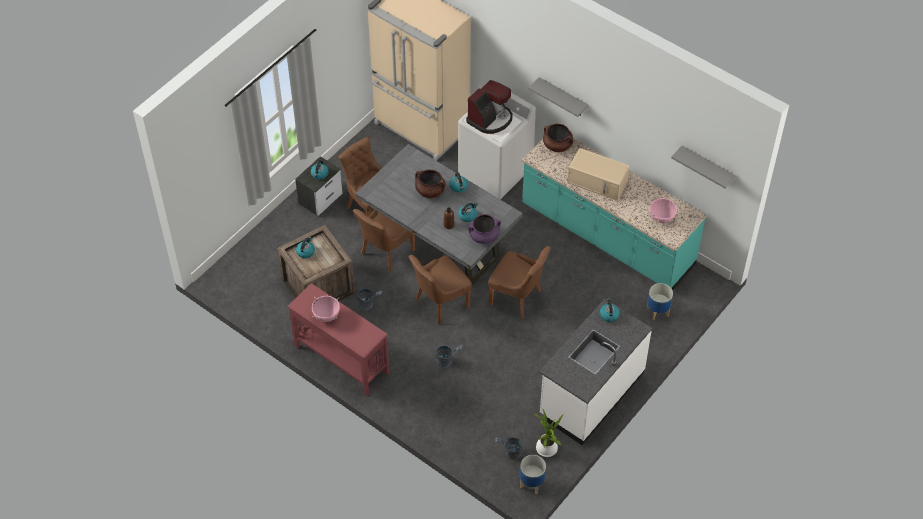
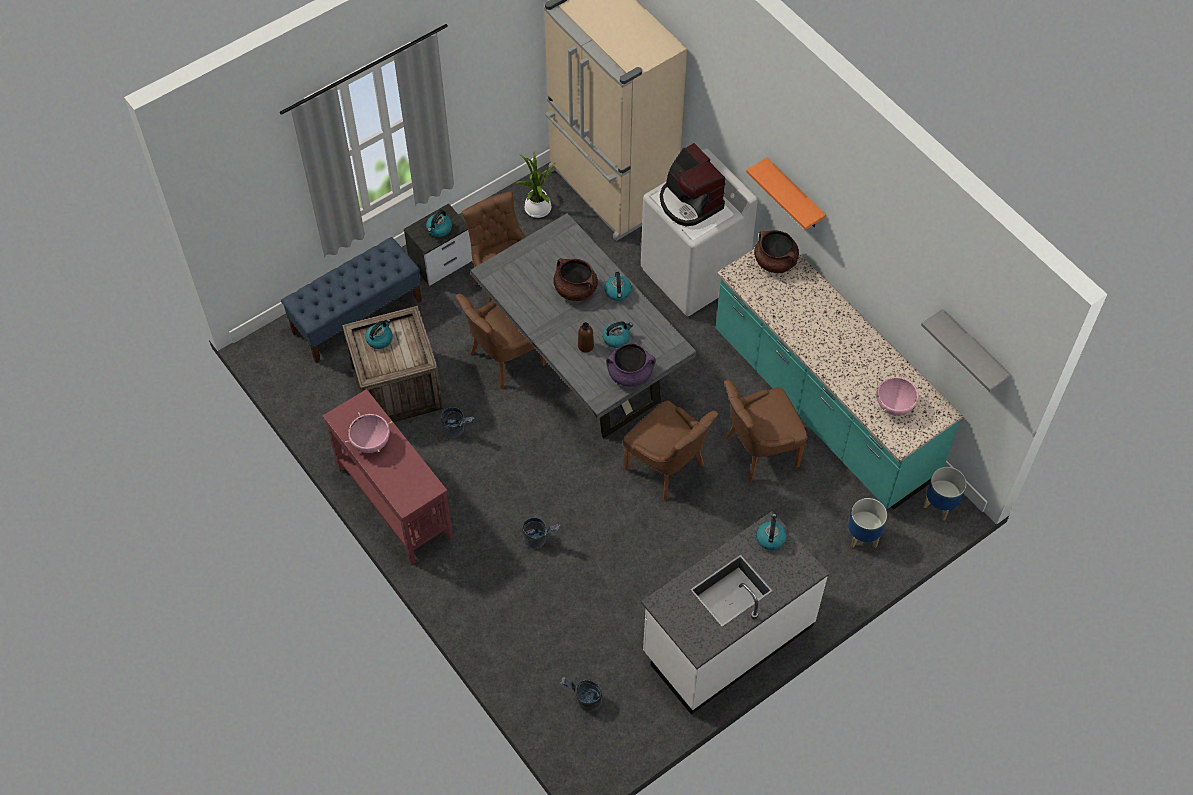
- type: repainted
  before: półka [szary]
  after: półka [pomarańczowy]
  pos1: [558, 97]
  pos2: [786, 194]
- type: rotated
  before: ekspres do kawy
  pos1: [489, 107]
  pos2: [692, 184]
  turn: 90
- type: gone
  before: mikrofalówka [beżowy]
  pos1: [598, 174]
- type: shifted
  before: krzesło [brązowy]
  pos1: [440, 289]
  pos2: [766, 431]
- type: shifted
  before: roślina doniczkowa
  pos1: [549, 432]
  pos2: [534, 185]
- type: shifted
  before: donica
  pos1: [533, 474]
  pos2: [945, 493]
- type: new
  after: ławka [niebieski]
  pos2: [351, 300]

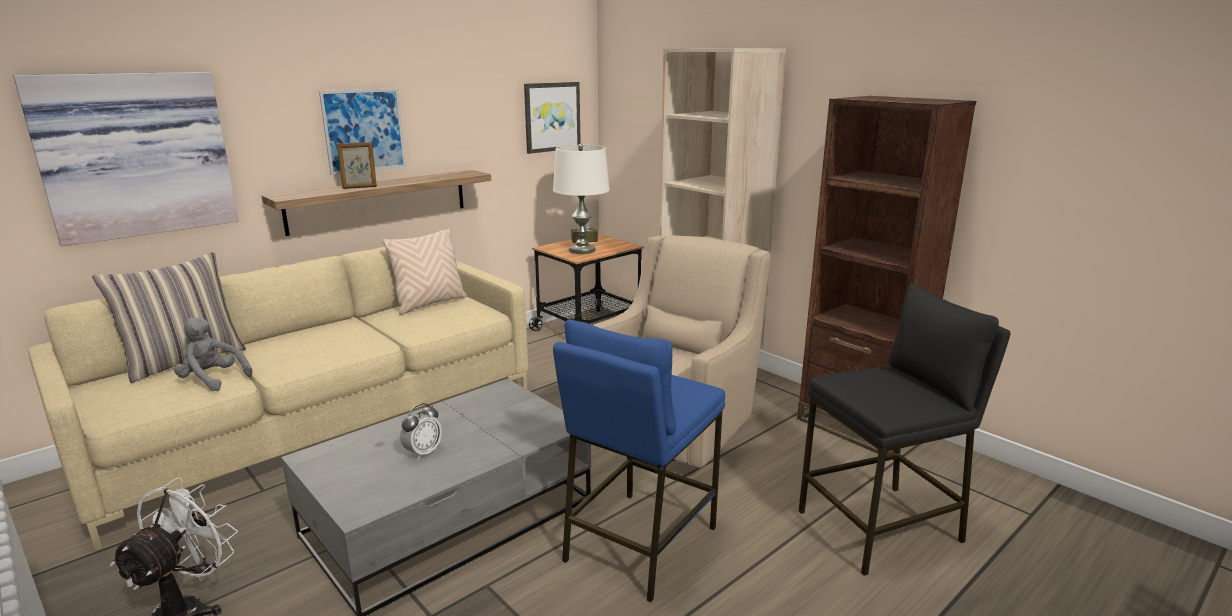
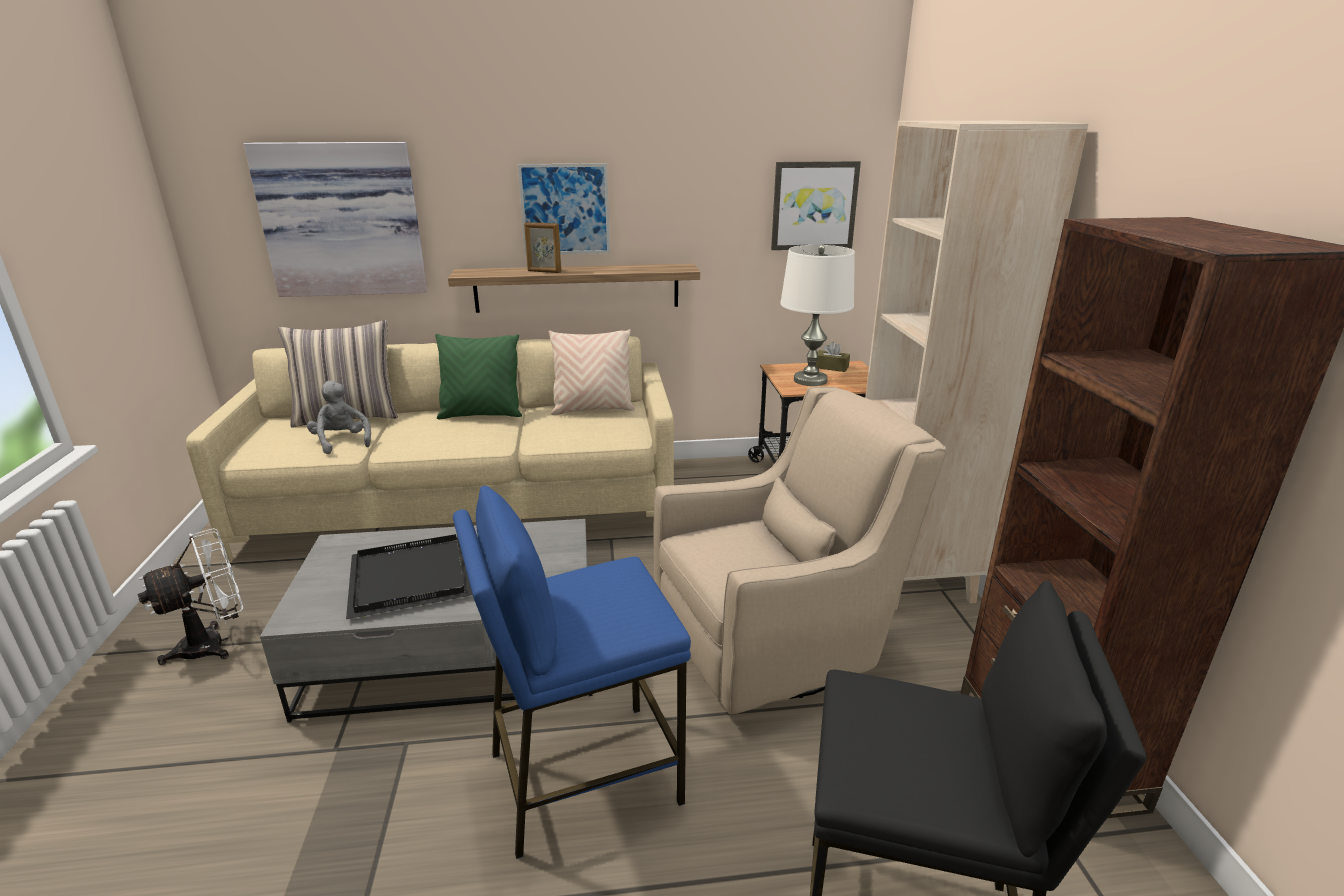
- type: swapped
  before: budzik
  after: taca [czarny]
  pos1: [421, 431]
  pos2: [409, 576]
- type: new
  after: poduszka [zielony]
  pos2: [478, 376]

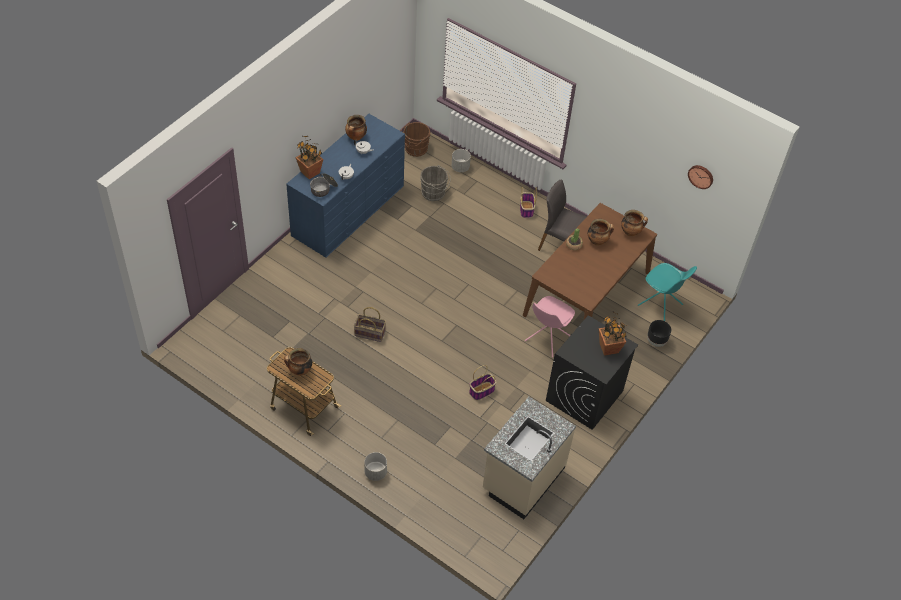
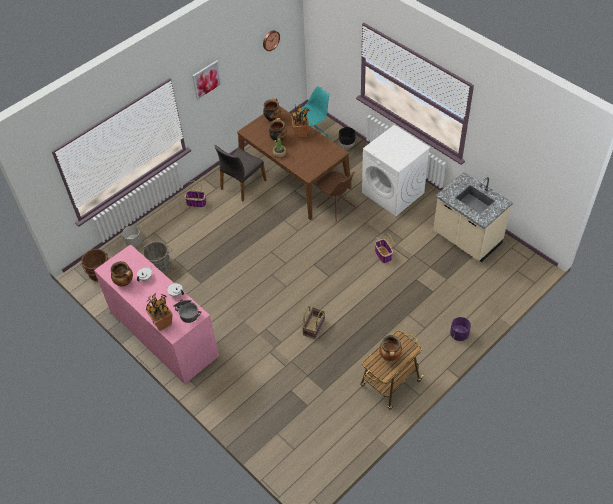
- type: repainted
  before: komoda [niebieski]
  after: komoda [różowy]
  pos1: [345, 185]
  pos2: [156, 314]
- type: repainted
  before: krzesło [różowy]
  after: krzesło [brązowy]
  pos1: [550, 327]
  pos2: [336, 196]
- type: shifted
  before: roślina doniczkowa
  pos1: [613, 334]
  pos2: [300, 120]
- type: repainted
  before: pralka [czarny]
  after: pralka [biały]
  pos1: [592, 372]
  pos2: [396, 170]
- type: repainted
  before: donica [szary]
  after: donica [fioletowy]
  pos1: [375, 466]
  pos2: [460, 329]
- type: new
  after: obraz
  pos2: [207, 80]

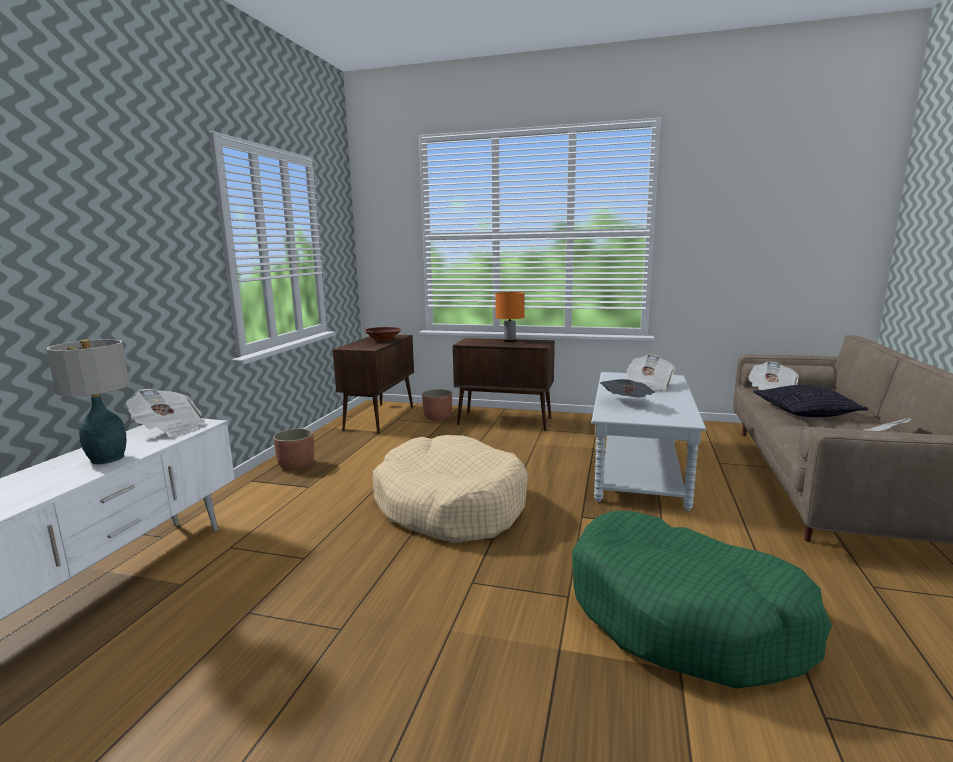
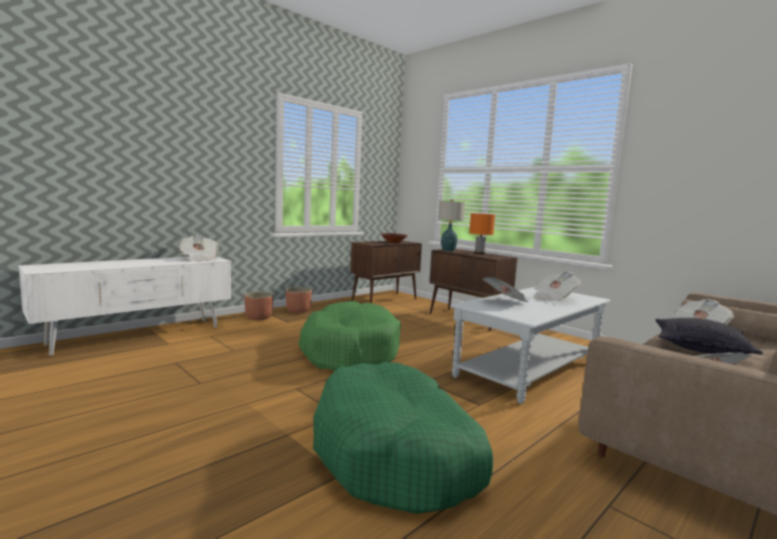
- type: shifted
  before: lampa stołowa
  pos1: [88, 401]
  pos2: [451, 226]
- type: shifted
  before: donica
  pos1: [437, 405]
  pos2: [258, 306]
- type: repainted
  before: legowisko [beżowy]
  after: legowisko [zielony]
  pos1: [450, 489]
  pos2: [349, 336]

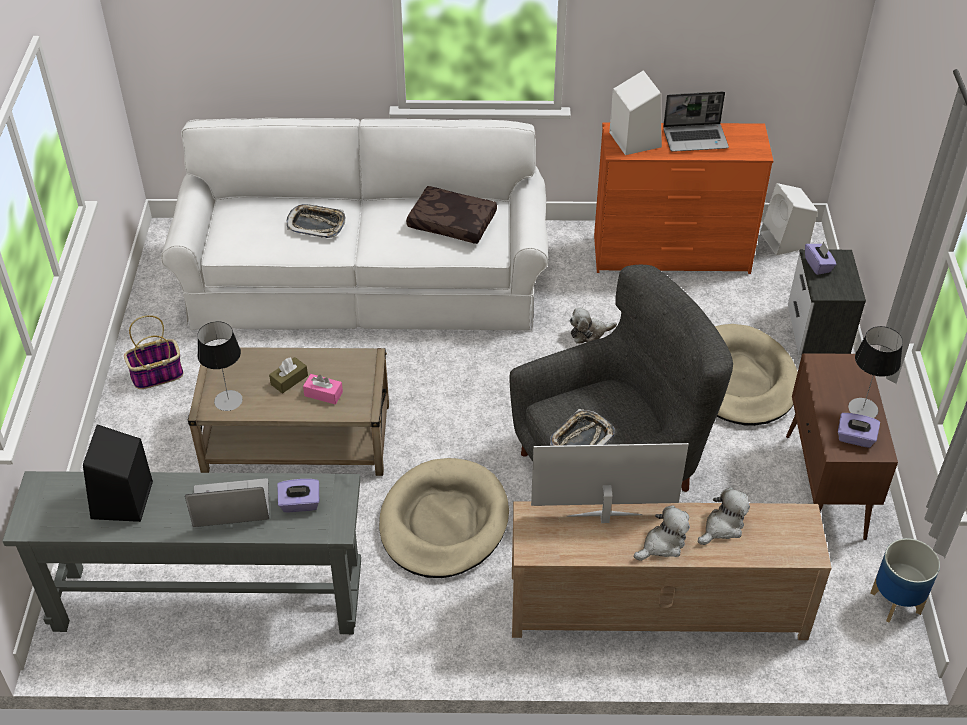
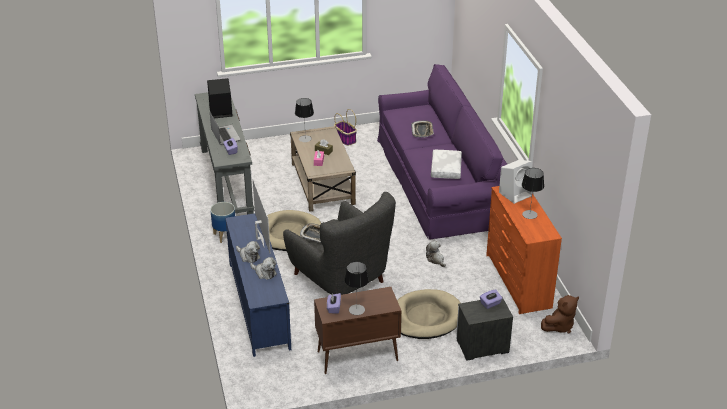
- type: swapped
  before: laptop
  after: lampa stołowa
  pos1: [696, 121]
  pos2: [533, 193]
- type: repainted
  before: kanapa [biały]
  after: kanapa [fioletowy]
  pos1: [354, 224]
  pos2: [442, 152]
- type: swapped
  before: głośnik [biały]
  after: pluszak [brązowy]
  pos1: [789, 219]
  pos2: [560, 314]
- type: repainted
  before: poduszka [brązowy]
  after: poduszka [biały]
  pos1: [451, 215]
  pos2: [446, 164]
- type: repainted
  before: szafka pod telewizor [beżowy]
  after: szafka pod telewizor [niebieski]
  pos1: [671, 570]
  pos2: [258, 285]
- type: shifted
  before: donica
  pos1: [905, 580]
  pos2: [222, 222]

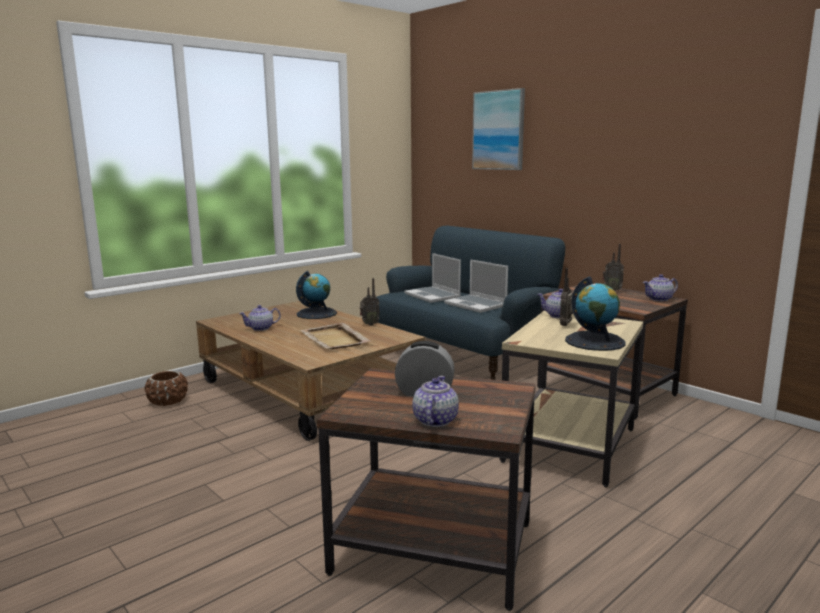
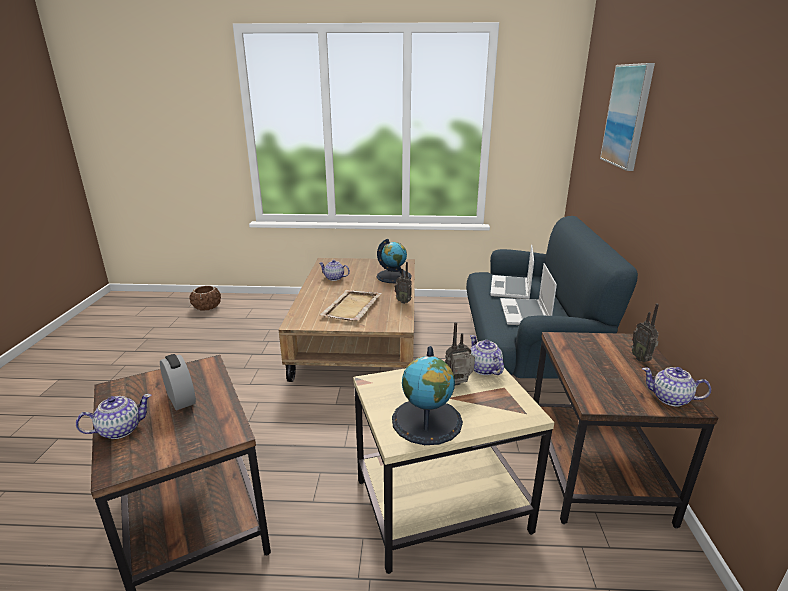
- type: shifted
  before: donica [brązowy]
  pos1: [166, 388]
  pos2: [205, 298]

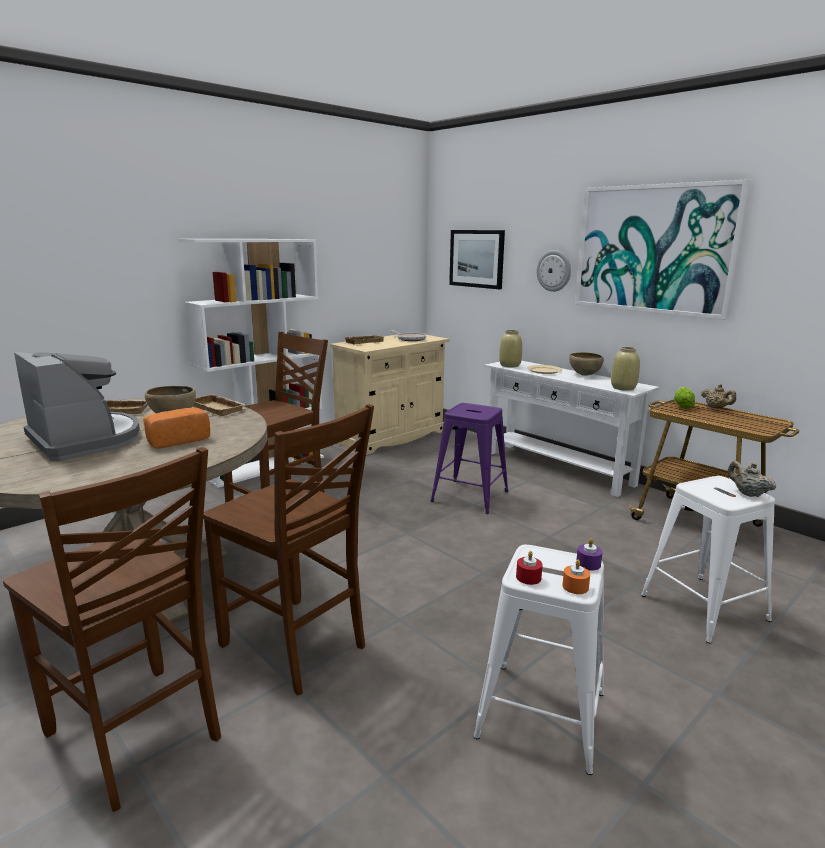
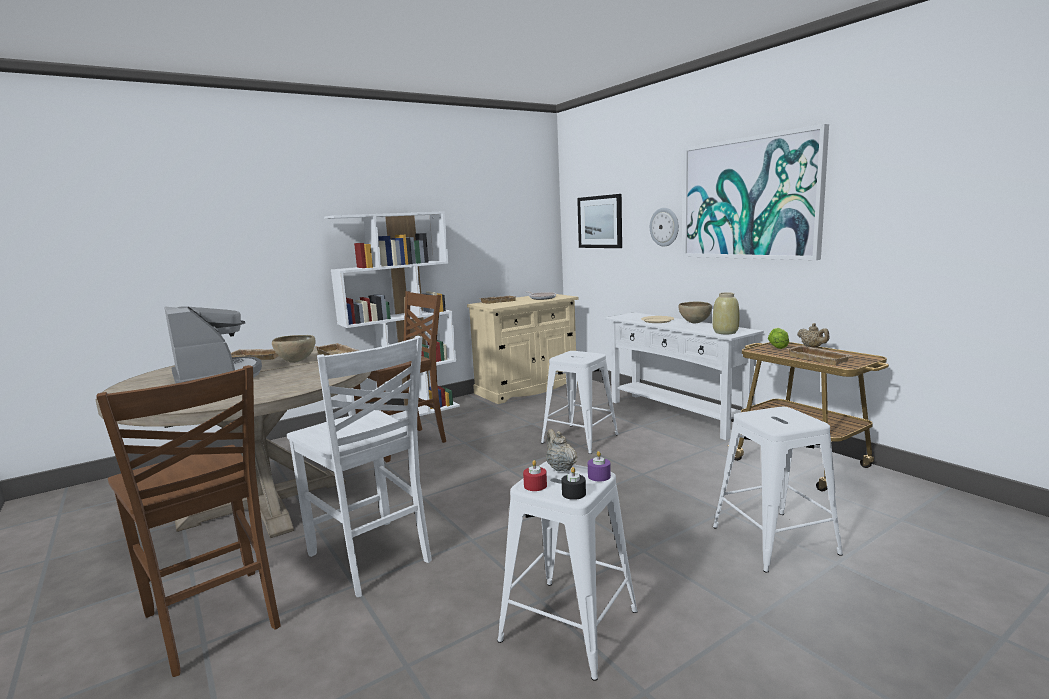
- type: gone
  before: wazon [beżowy]
  pos1: [510, 348]
- type: repainted
  before: stołek [fioletowy]
  after: stołek [biały]
  pos1: [469, 458]
  pos2: [580, 402]
- type: repainted
  before: krzesło [brązowy]
  after: krzesło [biały]
  pos1: [288, 550]
  pos2: [359, 466]
- type: gone
  before: chleb
  pos1: [176, 428]
- type: shifted
  before: imbryk [beżowy]
  pos1: [752, 479]
  pos2: [561, 450]
- type: repainted
  before: świeca [pomarańczowy]
  after: świeca [czarny]
  pos1: [576, 577]
  pos2: [573, 483]
- type: new
  after: taca [beżowy]
  pos2: [819, 355]

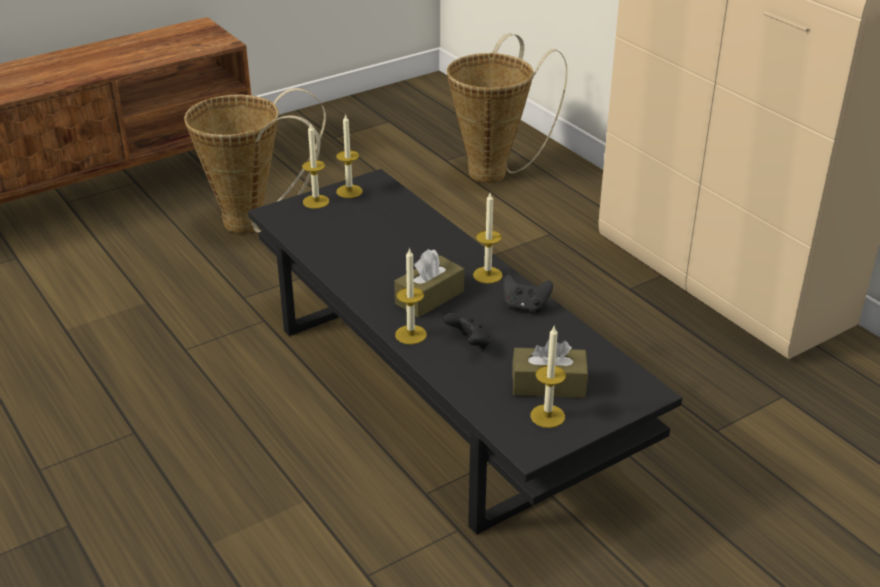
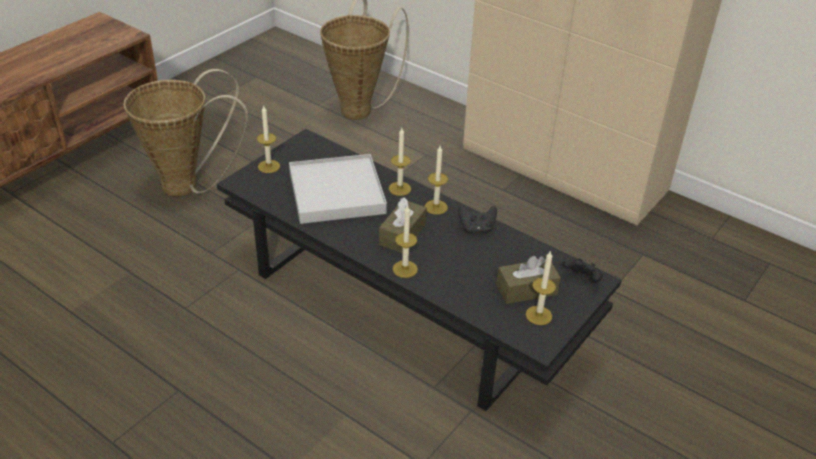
- type: shifted
  before: świeca
  pos1: [349, 156]
  pos2: [400, 162]
- type: shifted
  before: pad do gier [czarny]
  pos1: [466, 331]
  pos2: [583, 270]
- type: new
  after: taca [biały]
  pos2: [338, 189]

